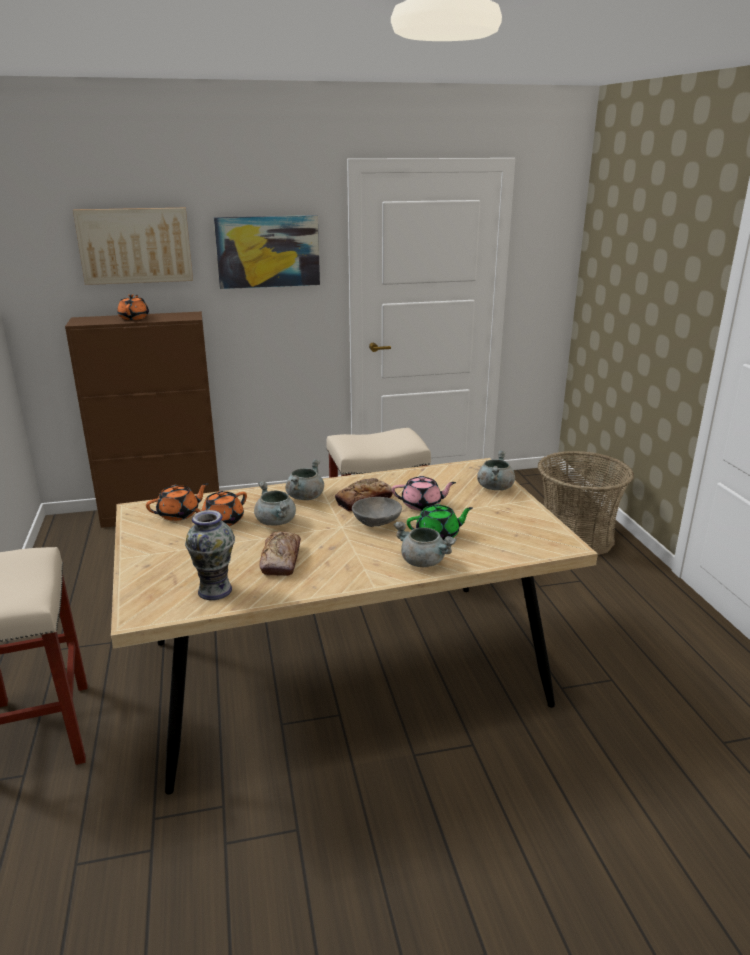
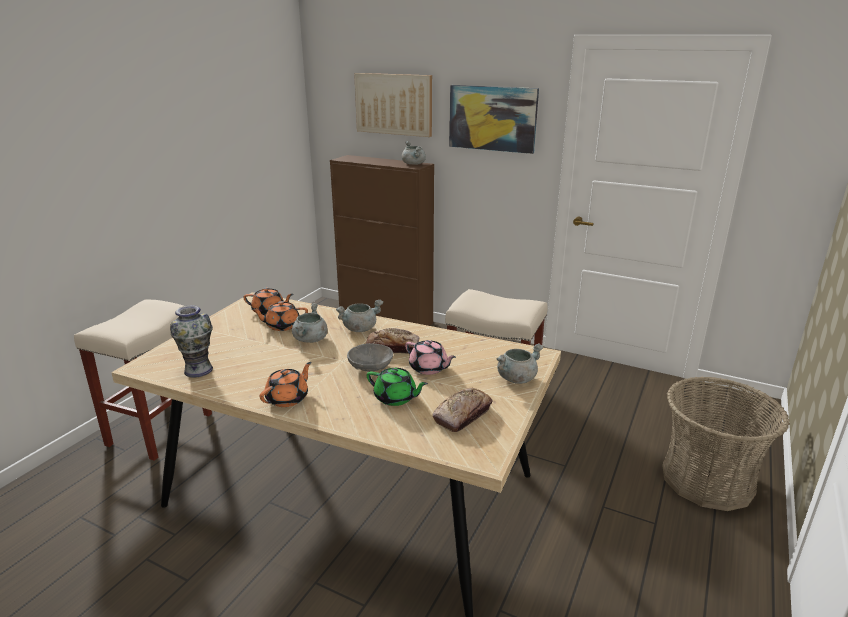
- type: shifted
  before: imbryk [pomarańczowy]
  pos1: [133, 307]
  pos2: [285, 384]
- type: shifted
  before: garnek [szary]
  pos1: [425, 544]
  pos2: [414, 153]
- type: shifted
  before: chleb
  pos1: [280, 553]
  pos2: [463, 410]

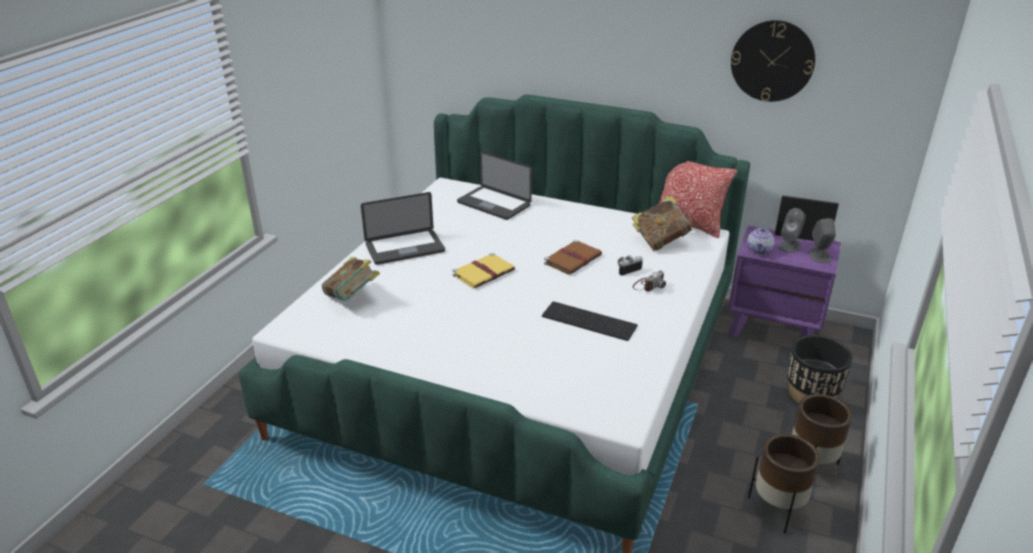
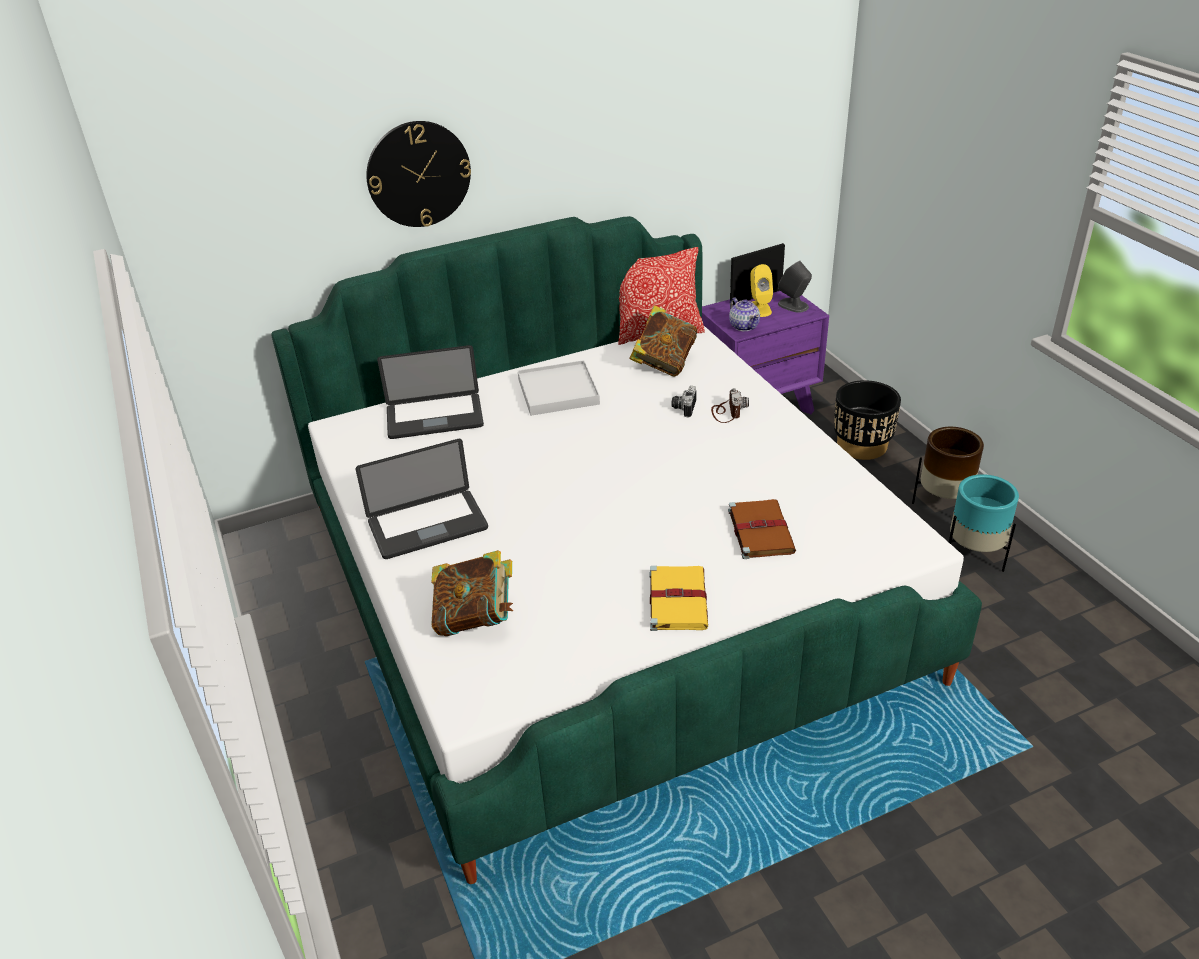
- type: shifted
  before: zegar ścienny
  pos1: [773, 61]
  pos2: [418, 174]
- type: rotated
  before: laptop
  pos1: [403, 228]
  pos2: [422, 499]
  turn: 45
- type: repainted
  before: głośnik [szary]
  after: głośnik [żółty]
  pos1: [792, 230]
  pos2: [761, 290]
- type: shifted
  before: książka [brązowy]
  pos1: [573, 257]
  pos2: [762, 529]
- type: shifted
  before: książka [żółty]
  pos1: [483, 271]
  pos2: [679, 598]
- type: gone
  before: klawiatura
  pos1: [590, 321]
- type: repainted
  before: donica [brązowy]
  after: donica [turkusowy]
  pos1: [784, 483]
  pos2: [984, 523]
- type: new
  after: taca [biały]
  pos2: [559, 388]

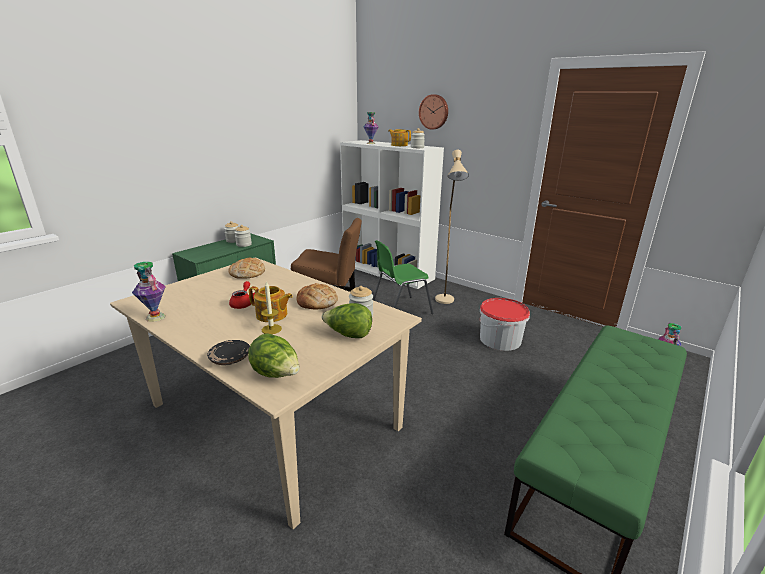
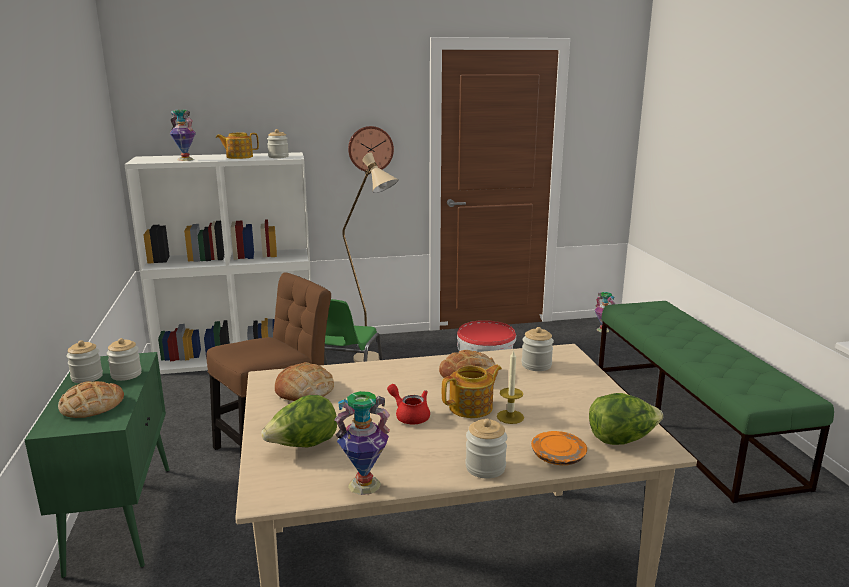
- type: shifted
  before: zegar ścienny
  pos1: [433, 112]
  pos2: [371, 149]
- type: shifted
  before: sałata
  pos1: [347, 320]
  pos2: [299, 421]
- type: repainted
  before: talerz [czarny]
  after: talerz [pomarańczowy]
  pos1: [228, 352]
  pos2: [559, 448]
- type: new
  after: chleb
  pos2: [91, 399]
- type: new
  after: słoik
  pos2: [486, 449]

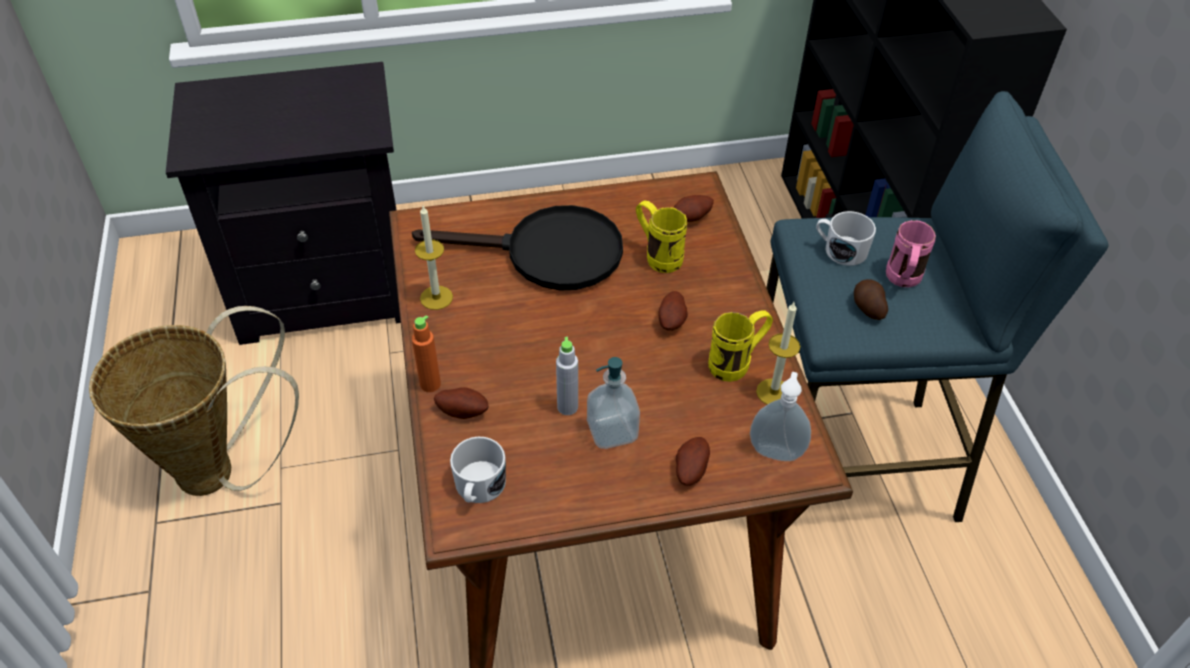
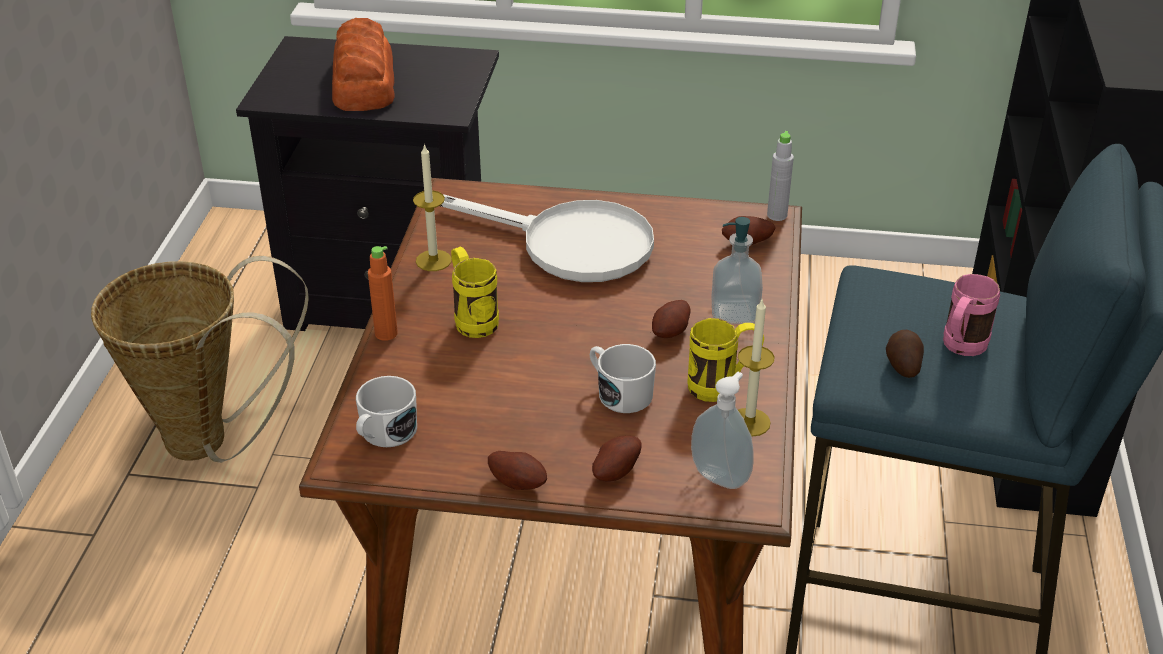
- type: shifted
  before: kubek [żółty]
  pos1: [661, 236]
  pos2: [475, 292]
- type: repainted
  before: patelnia [czarny]
  after: patelnia [biały]
  pos1: [517, 247]
  pos2: [547, 238]
- type: shifted
  before: kubek [biały]
  pos1: [846, 238]
  pos2: [623, 378]
- type: shifted
  before: butelka [szary]
  pos1: [567, 376]
  pos2: [780, 176]
- type: shifted
  before: dozownik mydła
  pos1: [613, 403]
  pos2: [737, 270]
- type: shifted
  before: ziemniak
  pos1: [461, 403]
  pos2: [517, 470]
- type: new
  after: chleb
  pos2: [363, 64]

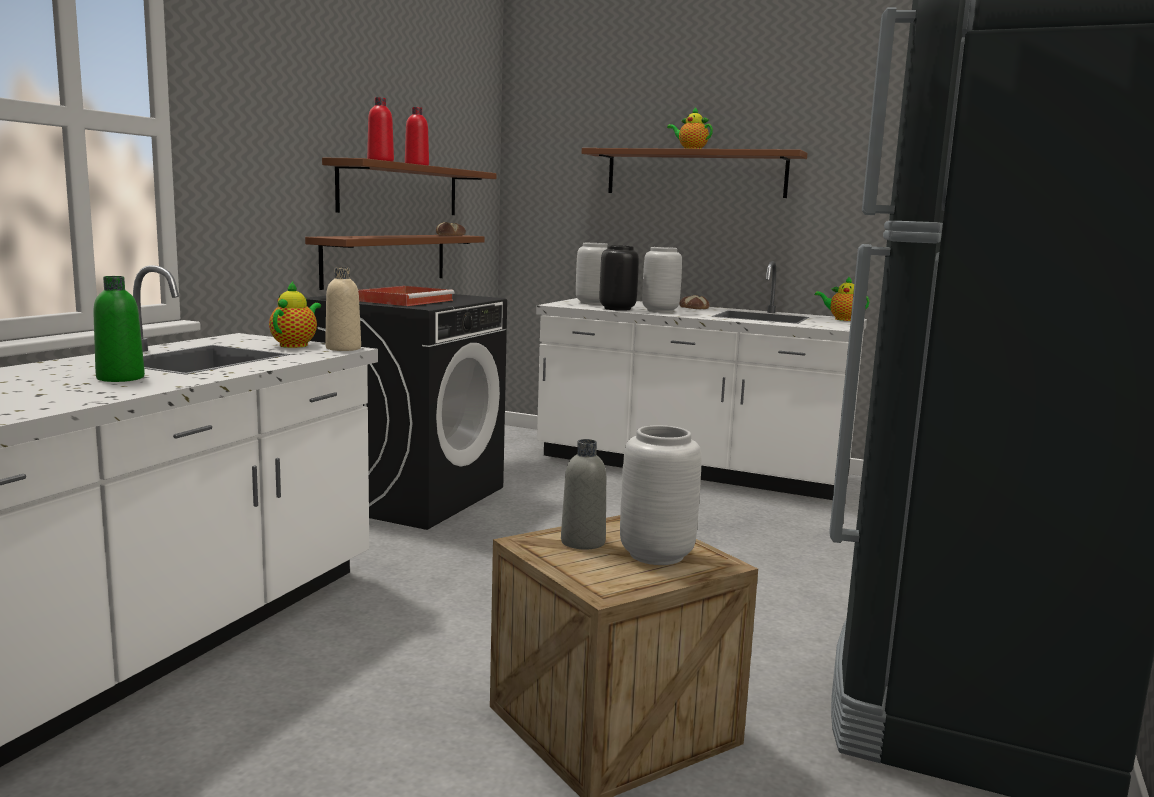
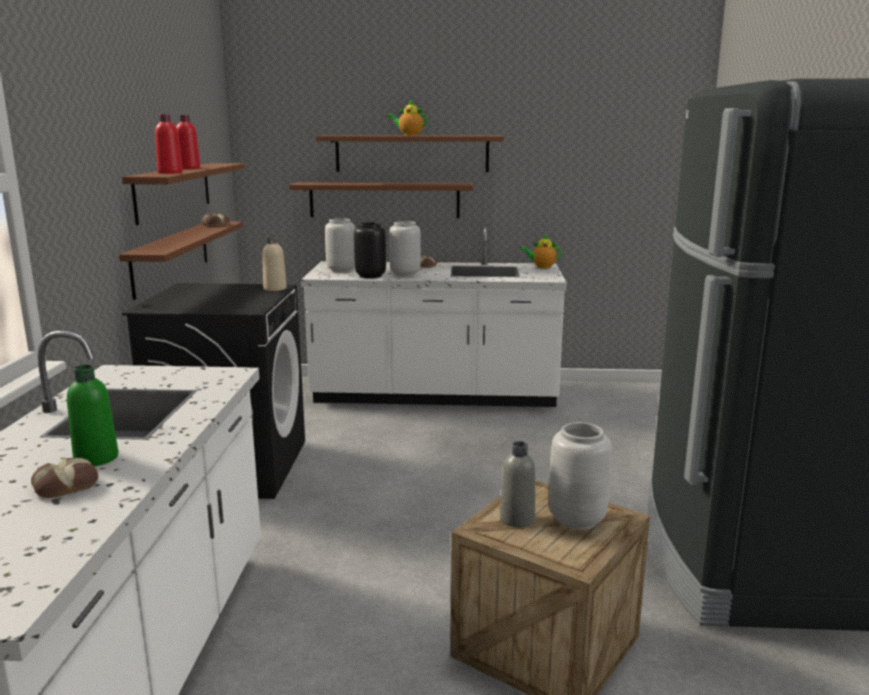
- type: shifted
  before: butelka [beżowy]
  pos1: [343, 309]
  pos2: [274, 263]
- type: gone
  before: imbryk
  pos1: [295, 314]
- type: gone
  before: taca [czerwony]
  pos1: [406, 296]
- type: new
  after: półka [brązowy]
  pos2: [381, 200]
- type: new
  after: chleb
  pos2: [64, 478]

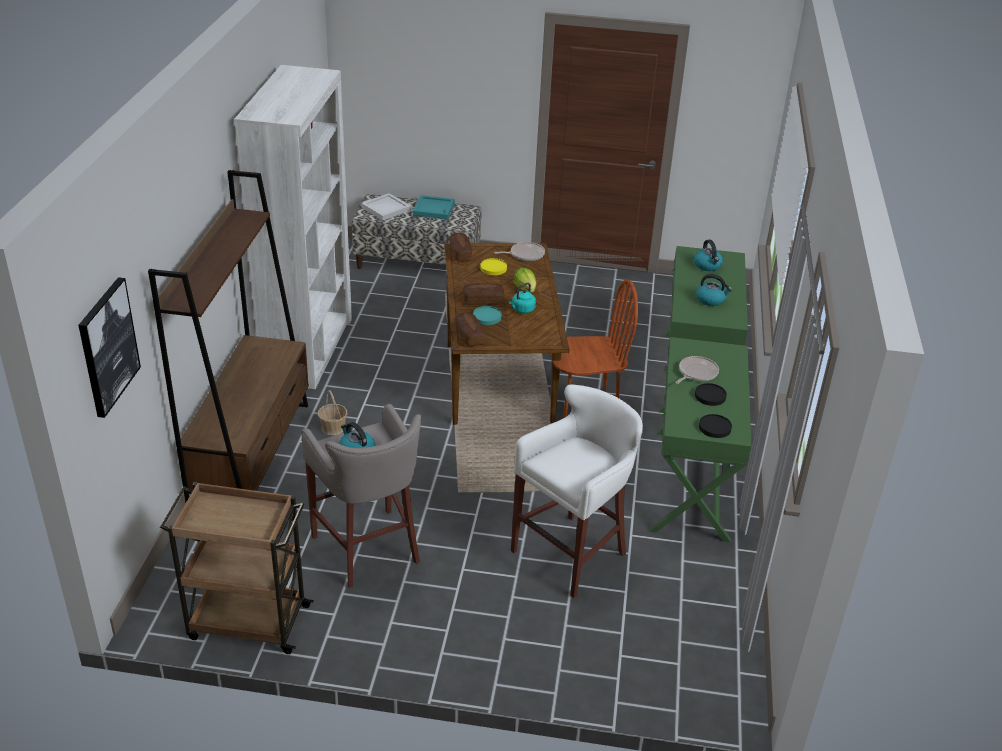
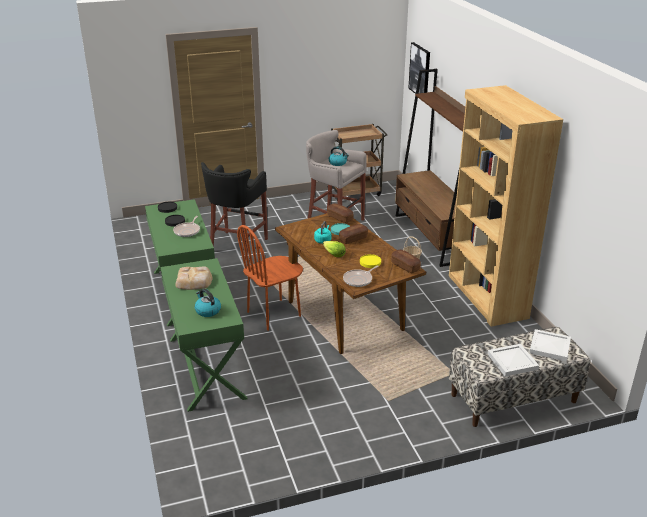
- type: repainted
  before: regał [biały]
  after: regał [brązowy]
  pos1: [293, 227]
  pos2: [506, 206]
- type: repainted
  before: taca [turkusowy]
  after: taca [biały]
  pos1: [434, 207]
  pos2: [513, 360]
- type: swapped
  before: czajnik
  after: chleb
  pos1: [714, 290]
  pos2: [194, 278]
- type: repainted
  before: stołek [biały]
  after: stołek [czarny]
  pos1: [577, 491]
  pos2: [234, 211]

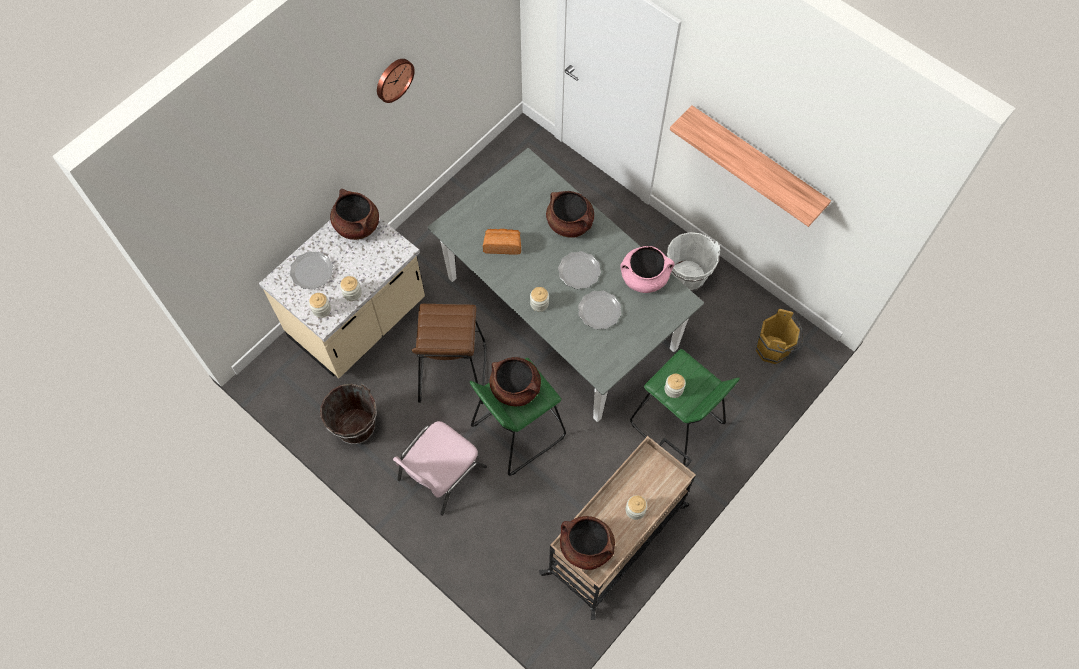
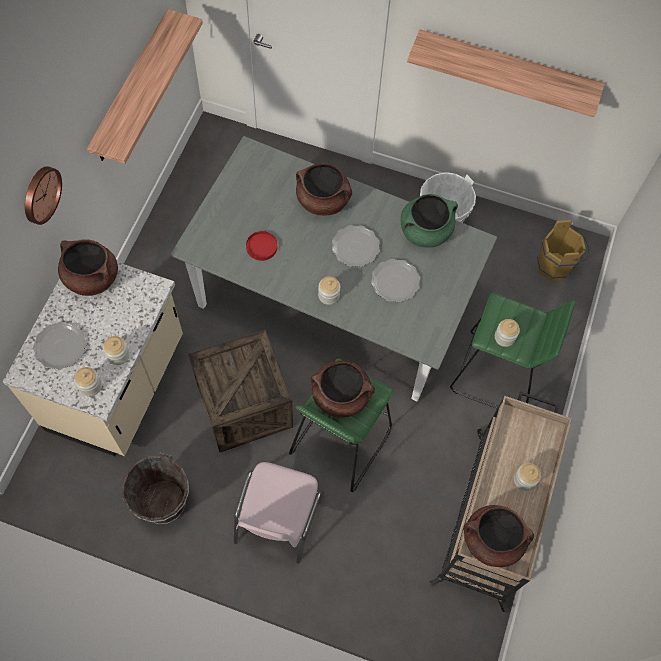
- type: shifted
  before: zegar ścienny
  pos1: [396, 81]
  pos2: [43, 195]
- type: swapped
  before: chleb
  after: talerz [czerwony]
  pos1: [502, 242]
  pos2: [261, 246]
- type: repainted
  before: garnek [różowy]
  after: garnek [zielony]
  pos1: [647, 269]
  pos2: [429, 220]
- type: swapped
  before: stołek [brązowy]
  after: skrzynka
  pos1: [449, 354]
  pos2: [240, 391]
- type: new
  after: półka
  pos2: [145, 86]

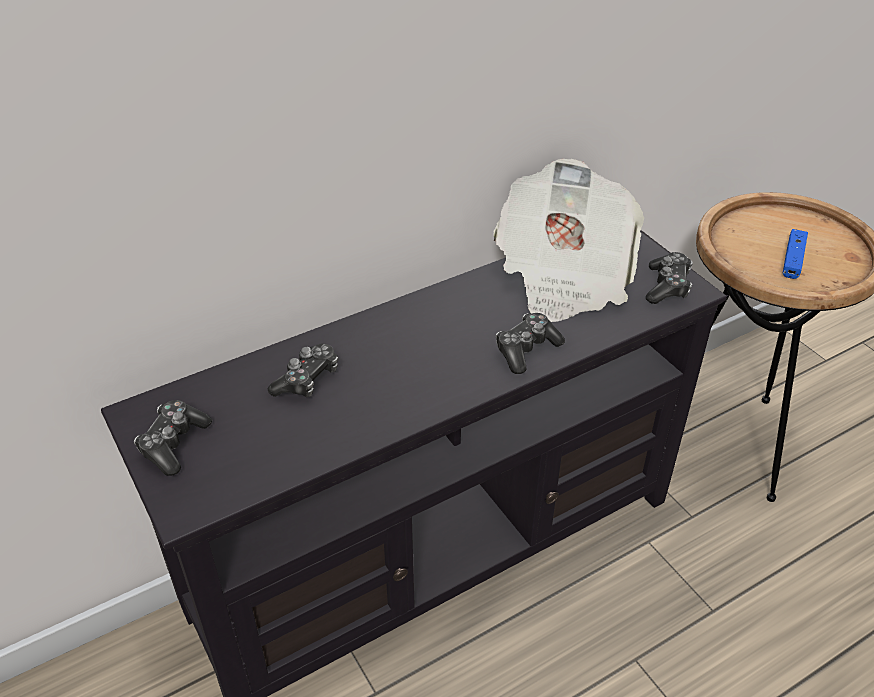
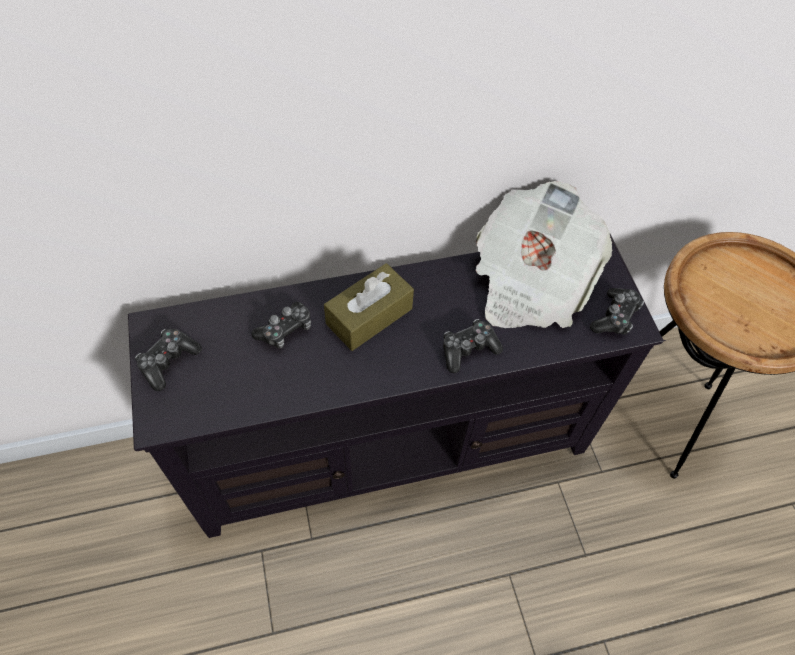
- type: gone
  before: pad do gier [niebieski]
  pos1: [795, 254]
- type: new
  after: pudełko chusteczek [brązowy]
  pos2: [369, 307]

